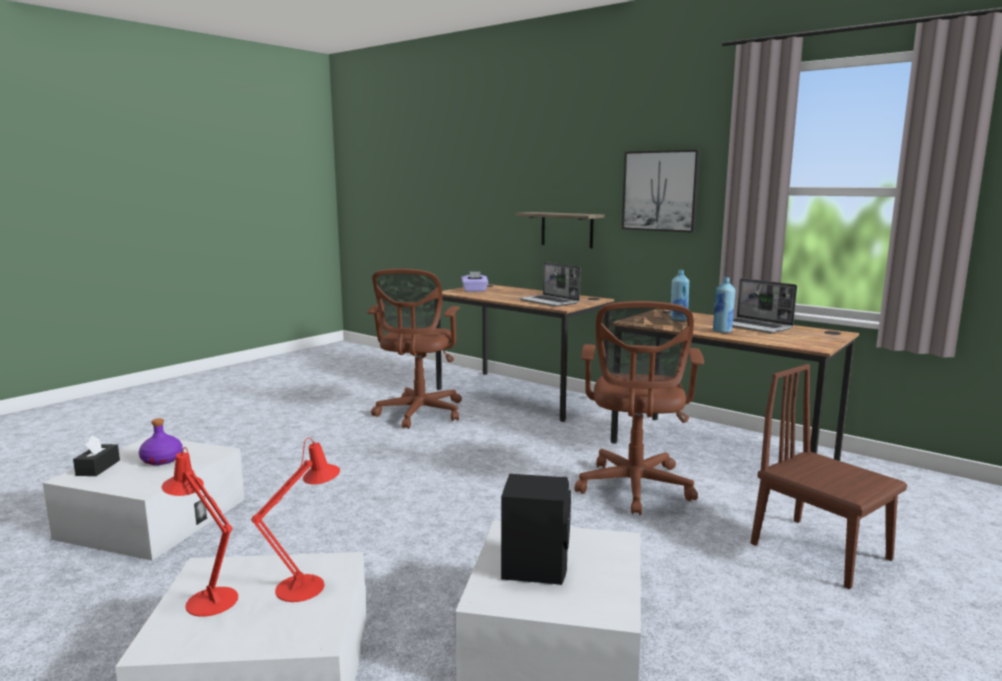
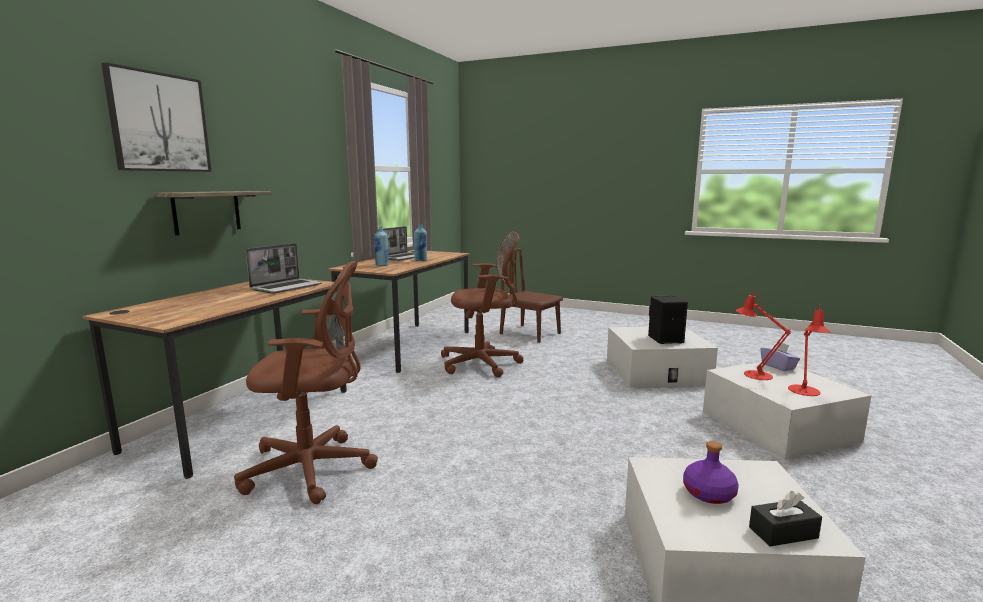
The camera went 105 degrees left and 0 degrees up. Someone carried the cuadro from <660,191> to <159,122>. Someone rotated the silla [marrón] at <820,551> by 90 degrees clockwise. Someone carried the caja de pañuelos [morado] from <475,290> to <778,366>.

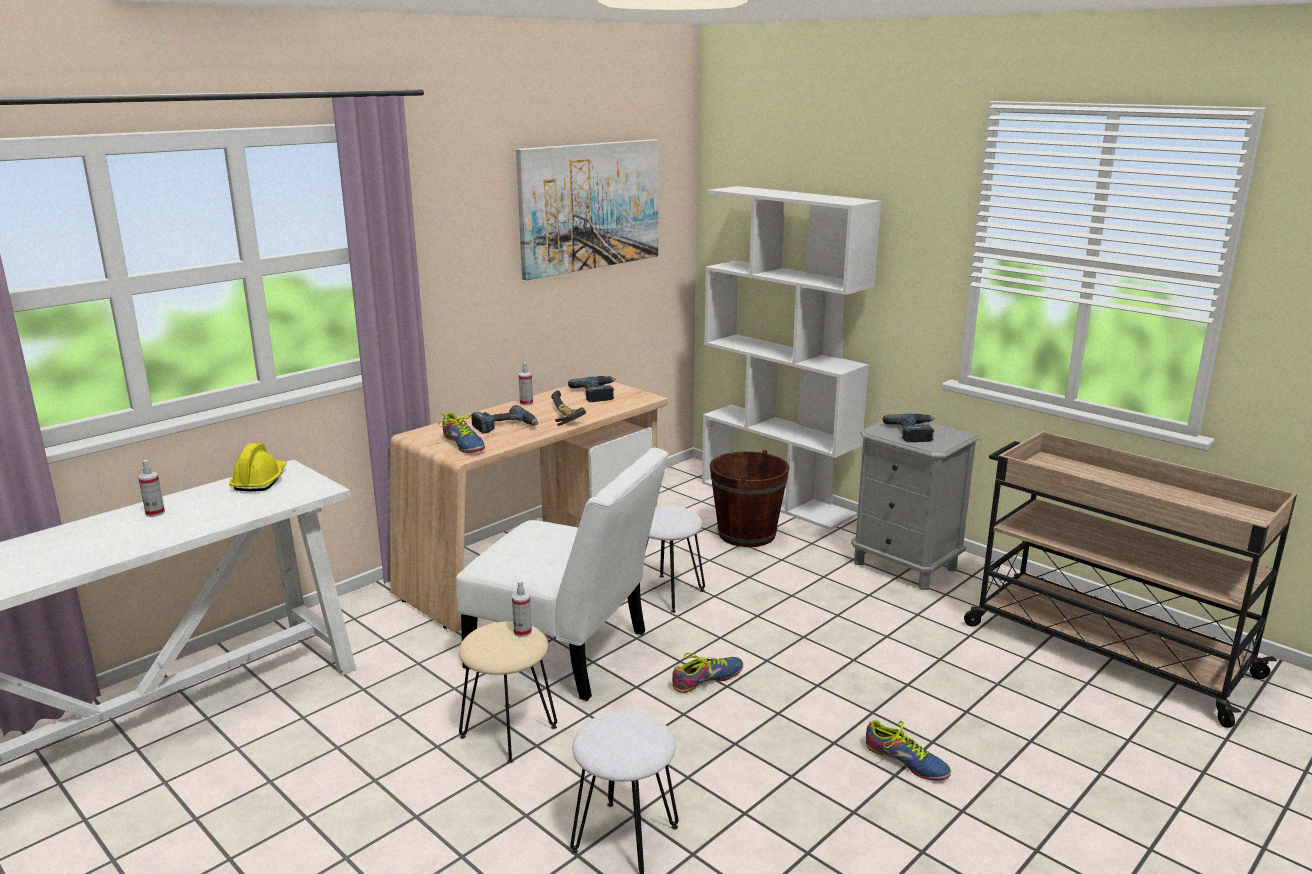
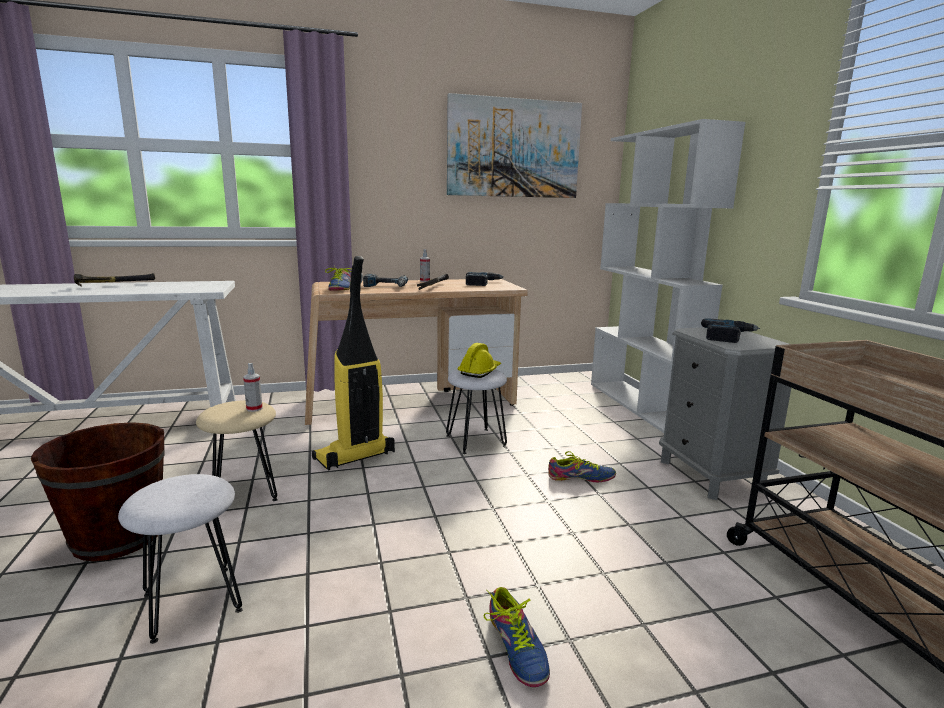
The camera went 30 degrees right and 5 degrees down. Someone carried the cubo [marrón] from <746,534> to <117,537>. Someone swapped the pulverizador at <155,513> for the martillo at <113,285>. Someone swapped the silla [blanco] at <566,653> for the aspiradora at <354,457>. Someone carried the casco [amarillo] from <260,481> to <479,371>. Someone carried the zapato from <707,679> to <580,477>.

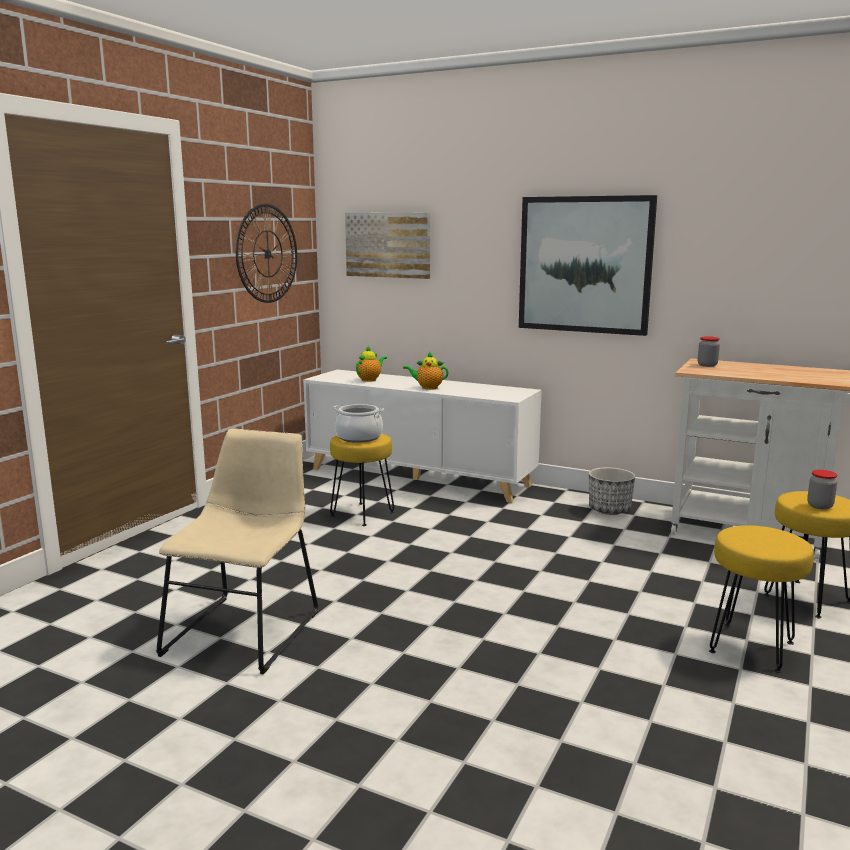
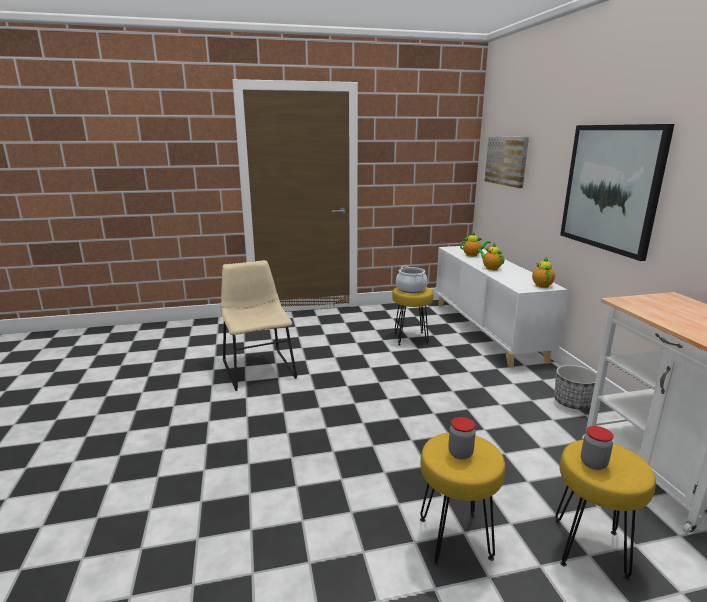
The camera went 50 degrees right and 5 degrees up. Someone rotated the silla [beis] at <246,629> by 90 degrees counterclockwise. Someone carried the tarro from <707,365> to <460,453>. Someone put down the tetera at <541,285>. Someone took away the reloj de pared at <267,254>.

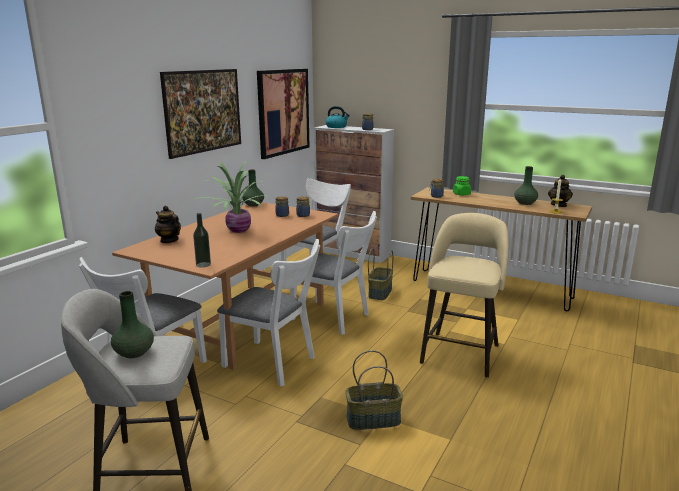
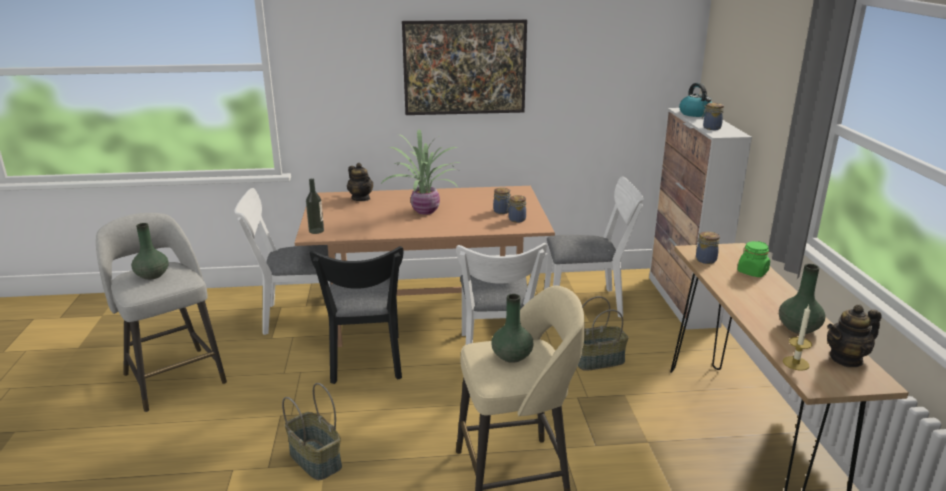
The camera went 55 degrees right and 5 degrees up. Someone repainted the silla [blanco] at <274,364>, which became the silla [negro] at <366,362>. Someone rotated the tetera at <169,240> by 135 degrees clockwise. Someone carried the florero [verde] from <253,204> to <512,356>. Someone took away the cuadro at <283,112>.

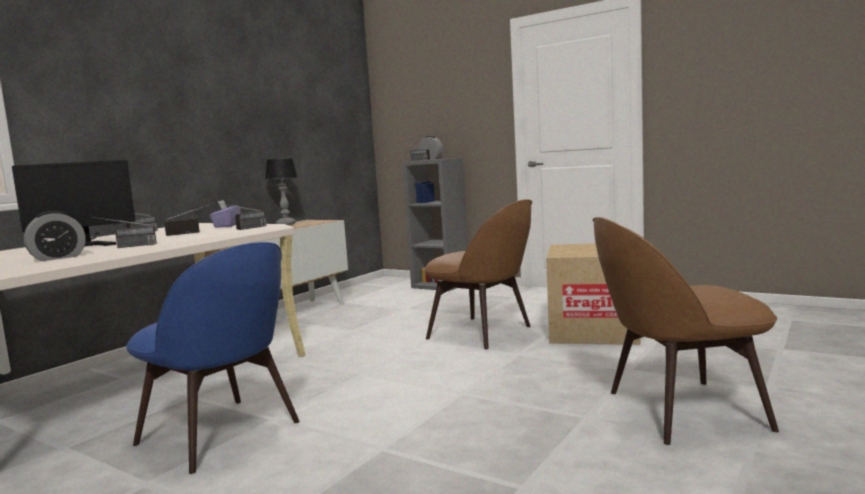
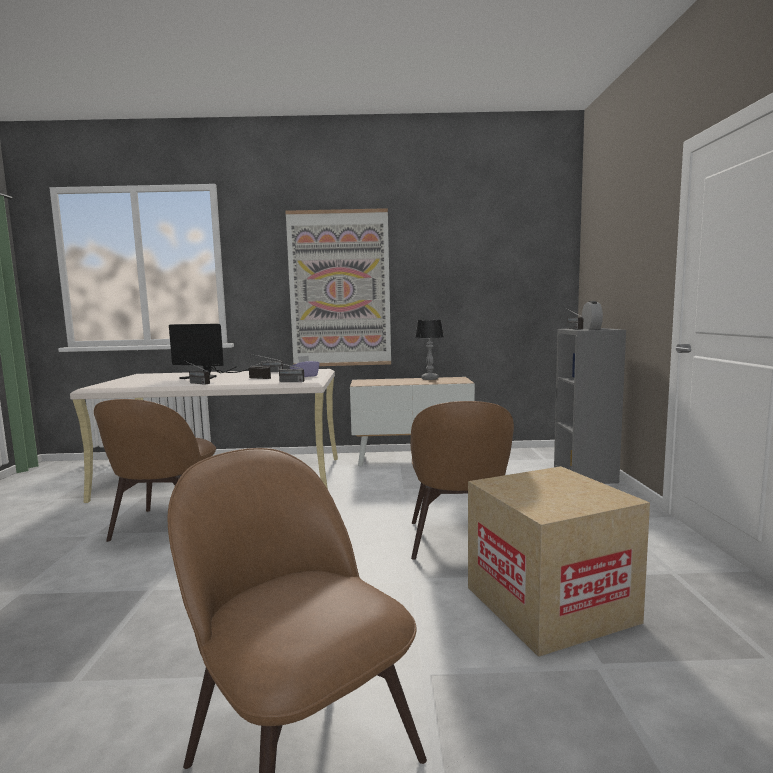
The camera went 55 degrees right and 0 degrees up. Someone repainted the silla [azul] at <222,434>, which became the silla [marrón] at <166,527>. Someone put up the cuadro at <339,289>. Someone took away the despertador at <58,258>.

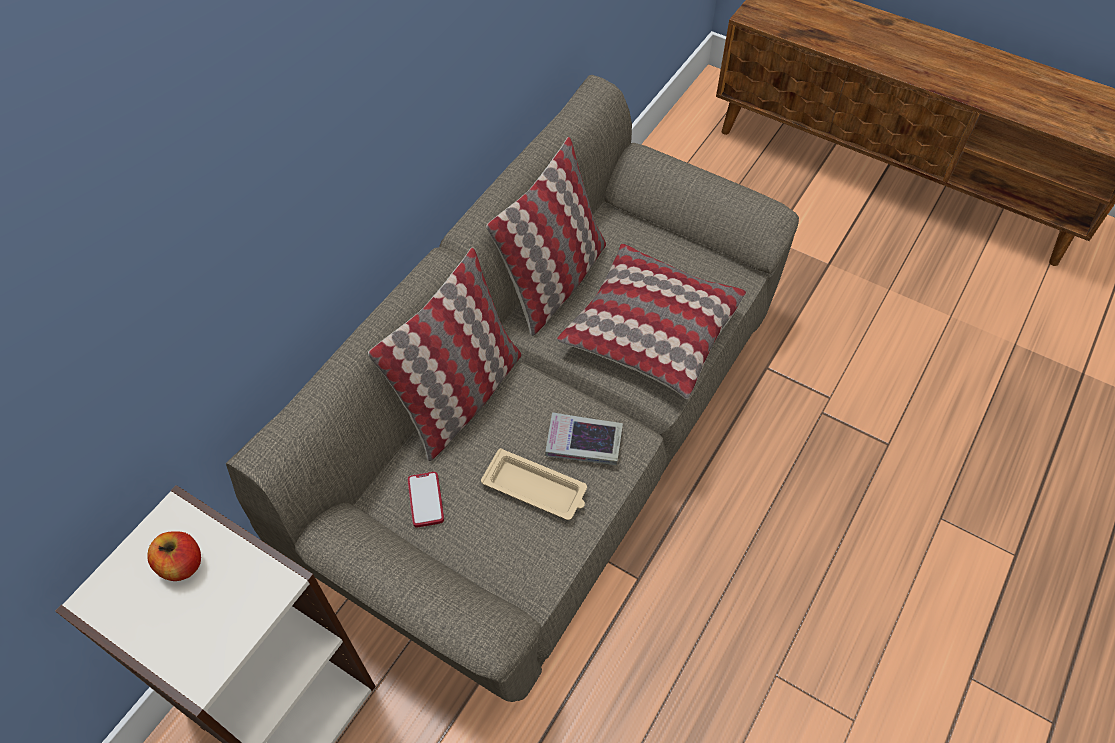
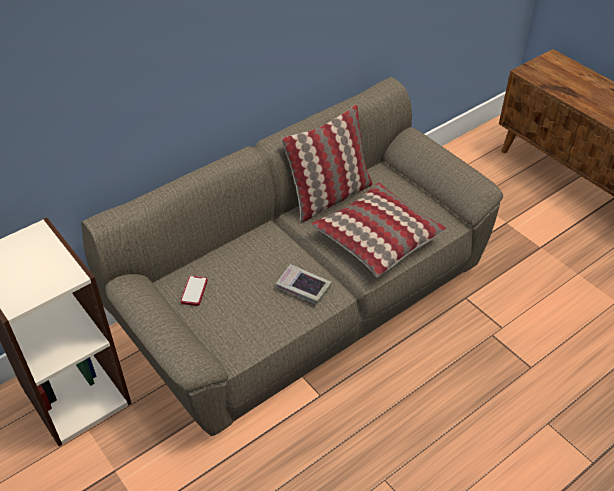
The camera went 20 degrees right and 10 degrees down. Someone took away the manzana at <182,564>. Someone took away the cojín at <460,397>. Someone took away the bandeja [beis] at <536,489>.

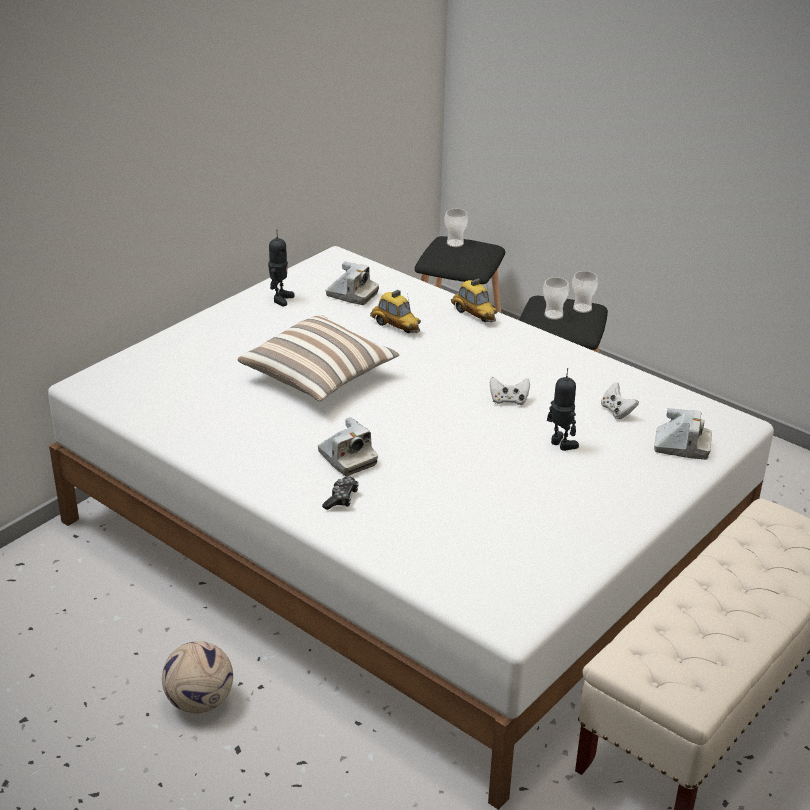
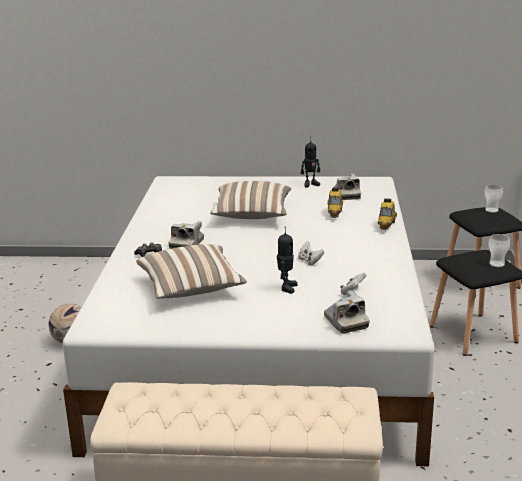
The camera went 55 degrees right and 10 degrees down. Someone put down the cojín at <191,288>. Someone took away the taza at <553,315>.

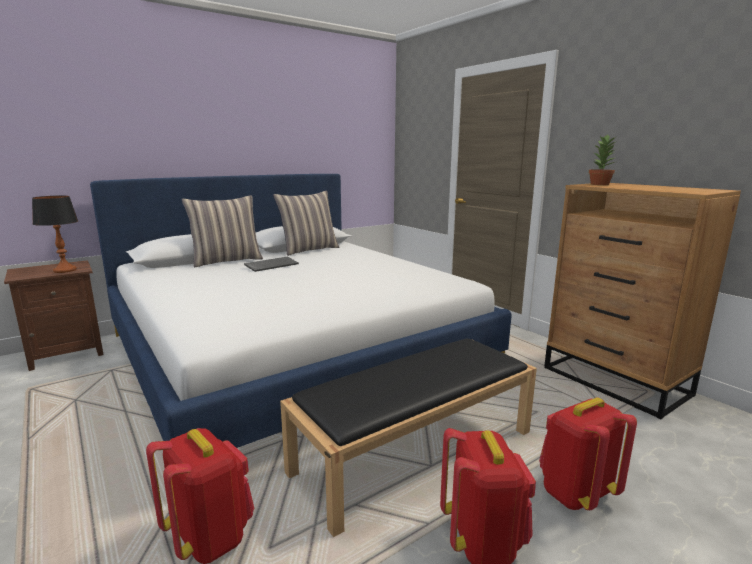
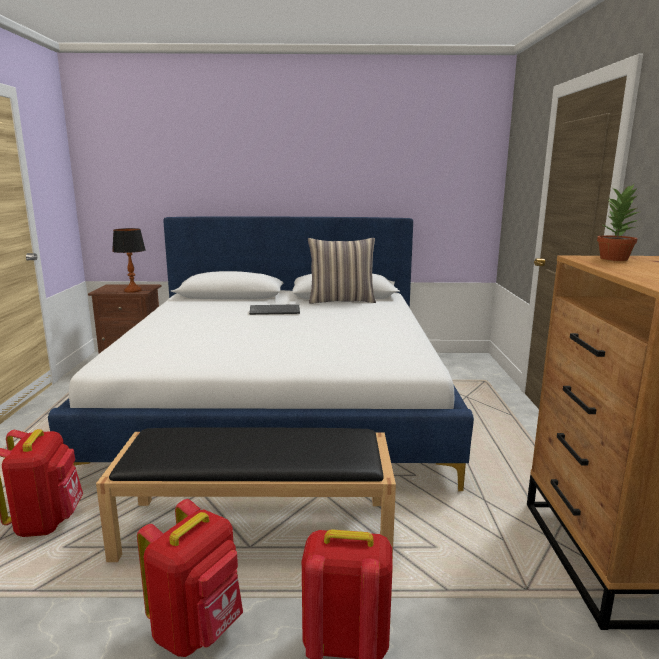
The camera went 35 degrees right and 0 degrees up. Someone took away the cojín at <227,261>.

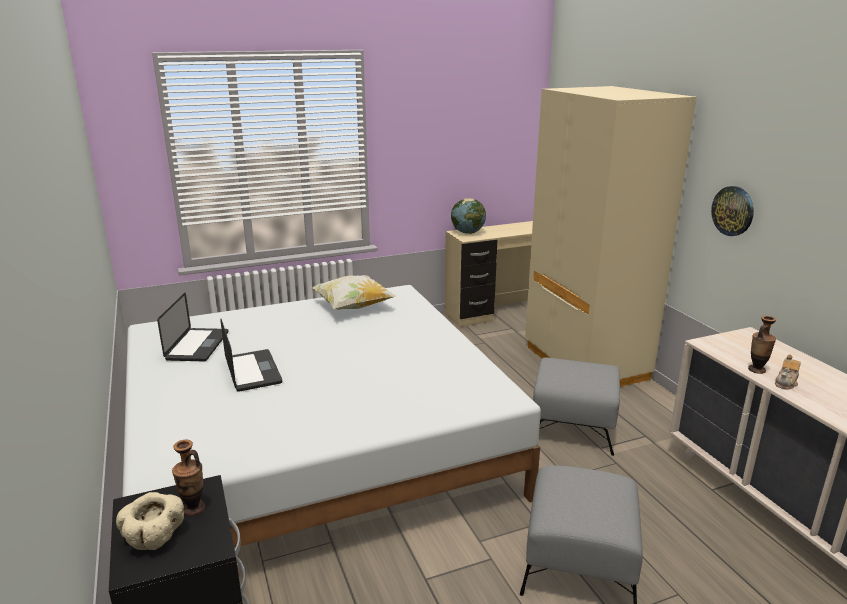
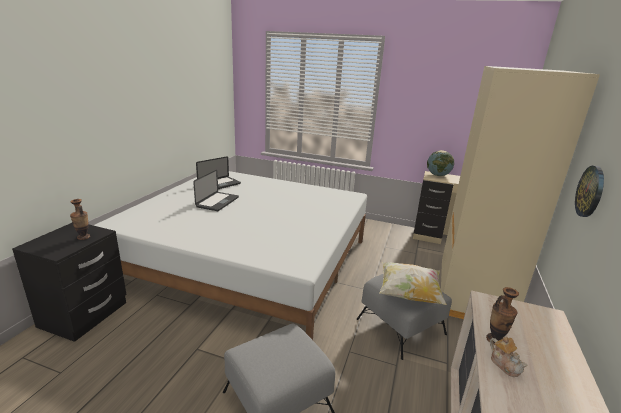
The camera went 40 degrees right and 0 degrees up. Someone carried the cojín from <353,307> to <409,294>. Someone rotated the tetera at <786,383> by 105 degrees counterclockwise. Someone took away the cuenco [beis] at <155,539>.

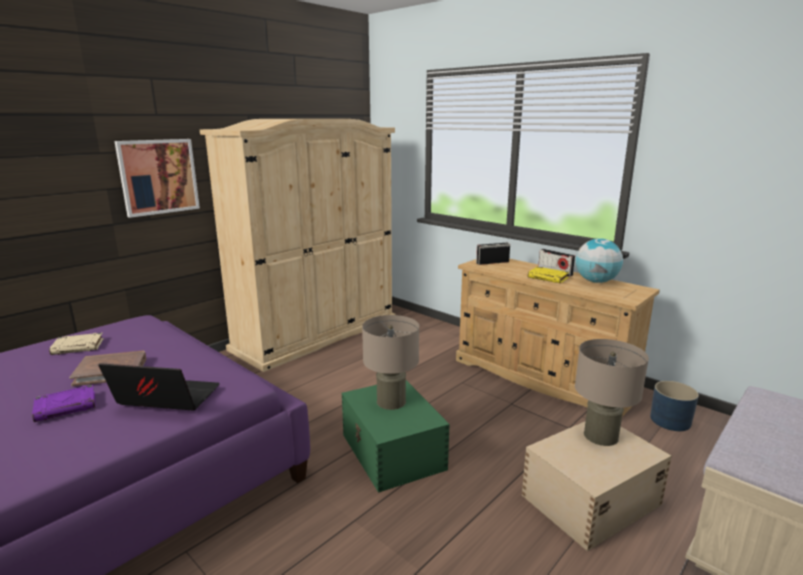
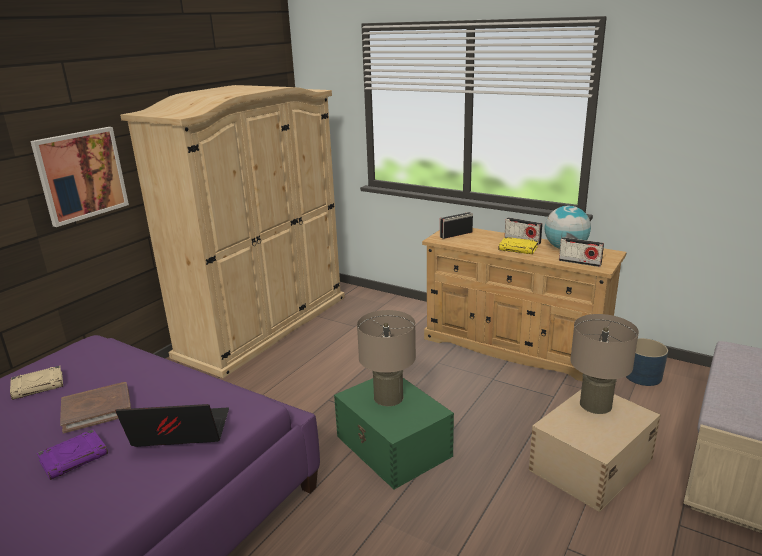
The camera went 10 degrees left and 5 degrees up. Someone put down the radio at <579,262>.

